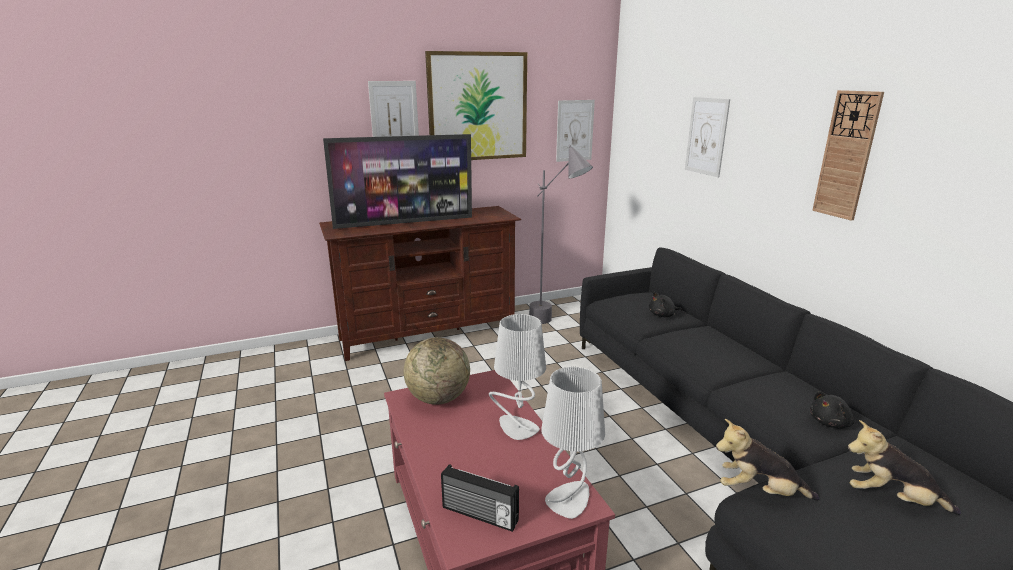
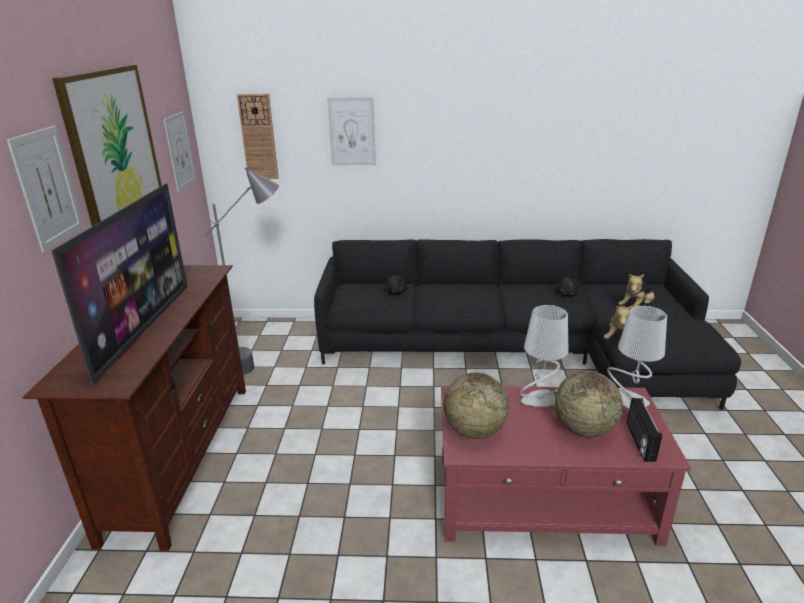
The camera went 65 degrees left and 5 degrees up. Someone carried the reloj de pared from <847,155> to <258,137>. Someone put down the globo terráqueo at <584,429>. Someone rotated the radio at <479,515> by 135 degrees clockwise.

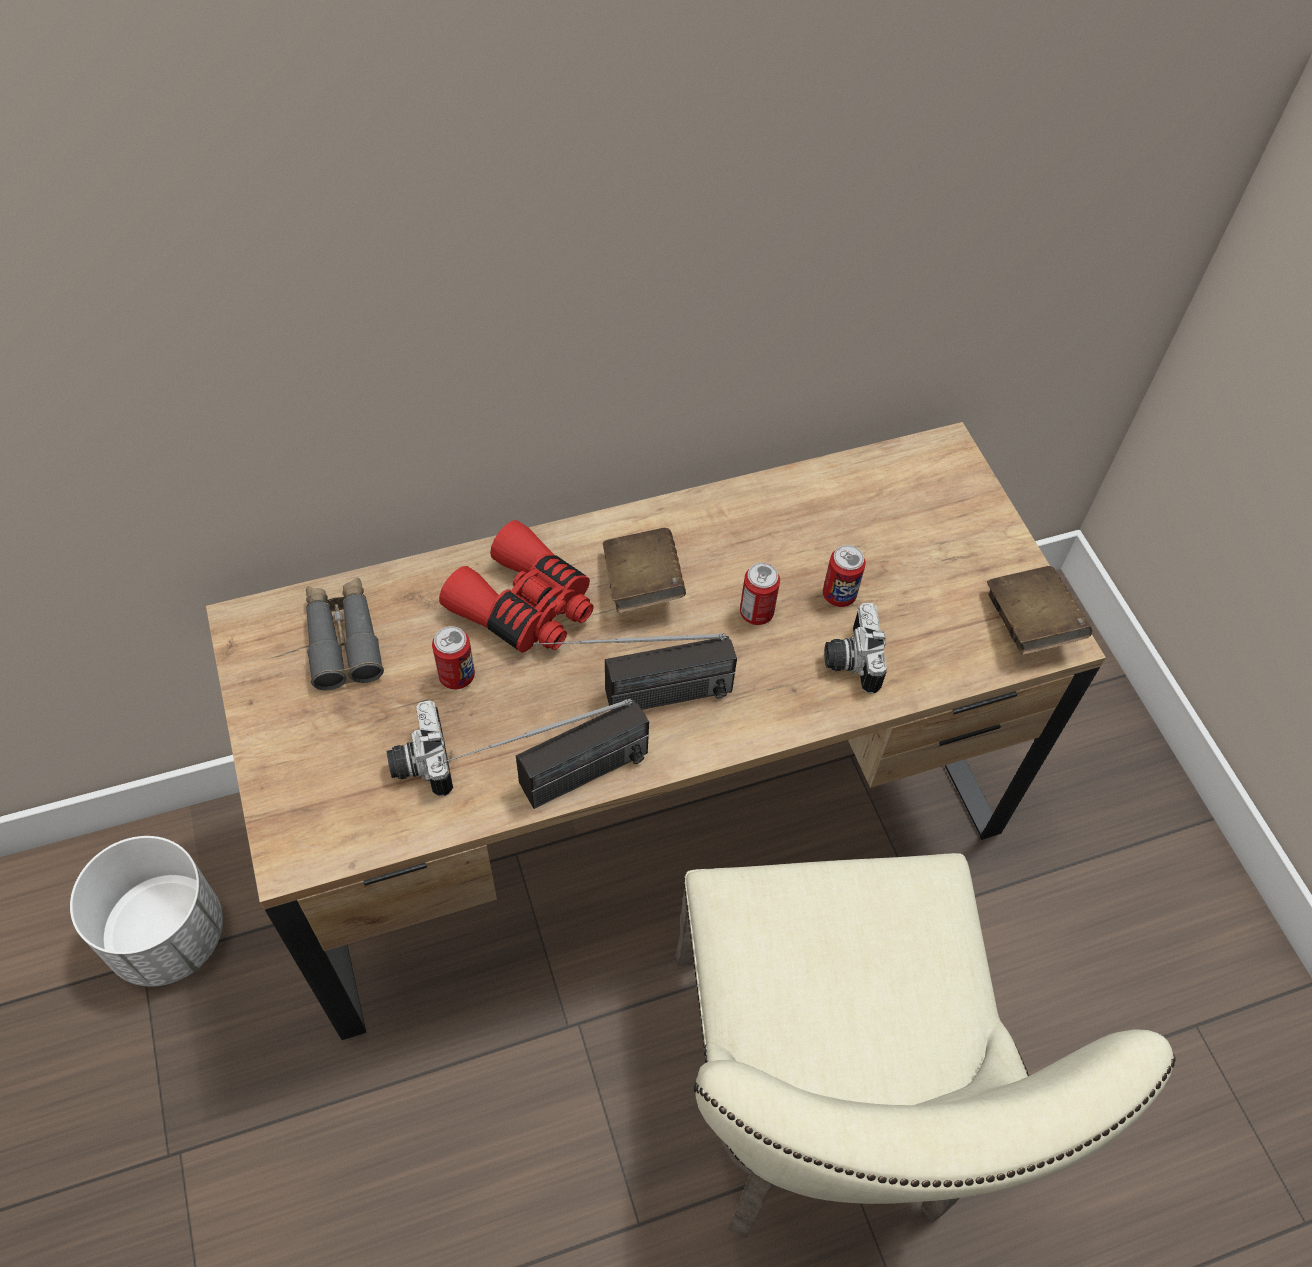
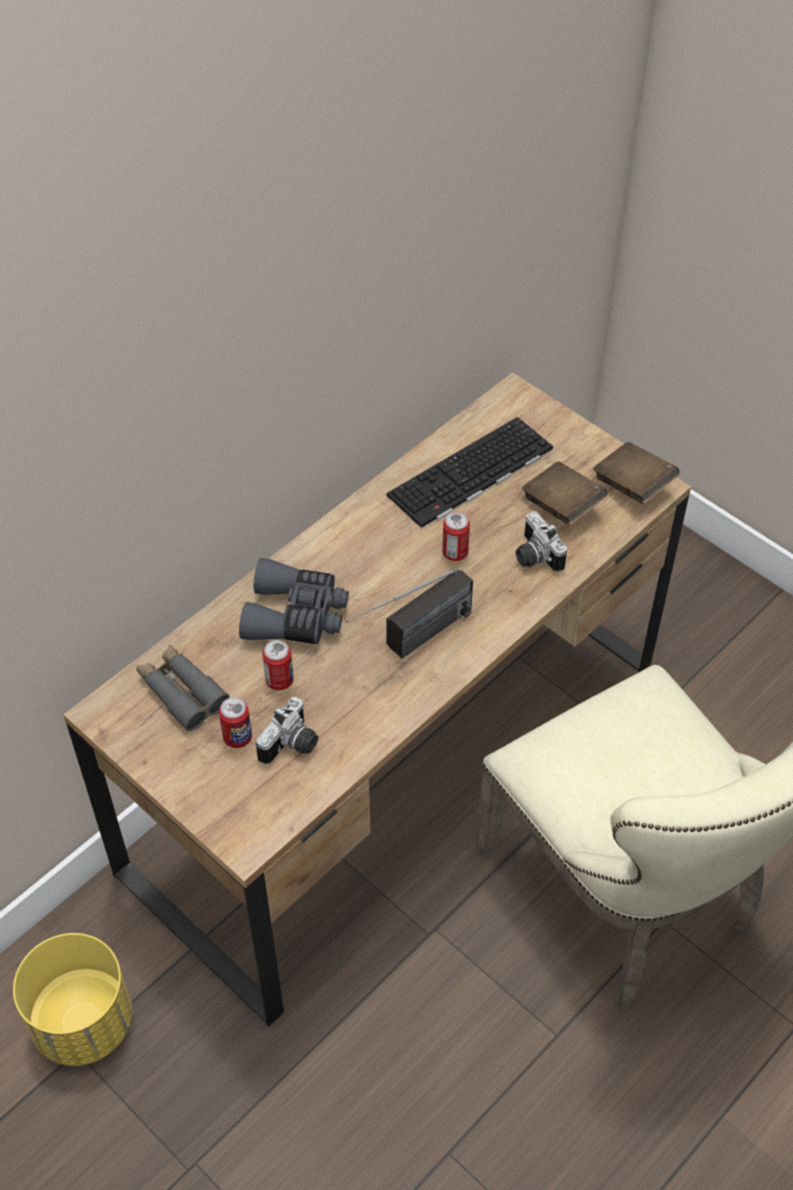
The camera went 25 degrees left and 5 degrees down. Someone repainted the maceta [blanco] at <167,936>, which became the maceta [amarillo] at <83,1023>. Someone carried the lata from <839,595> to <237,737>. Someone repainted the prismáticos [rojo] at <525,606>, which became the prismáticos [gris] at <296,615>. Someone rotated the cámara at <419,762> by 105 degrees counterclockwise. Someone put down the teclado at <470,474>. Someone carried the libro [marrón] from <642,585> to <562,506>. Someone took away the radio at <554,786>.

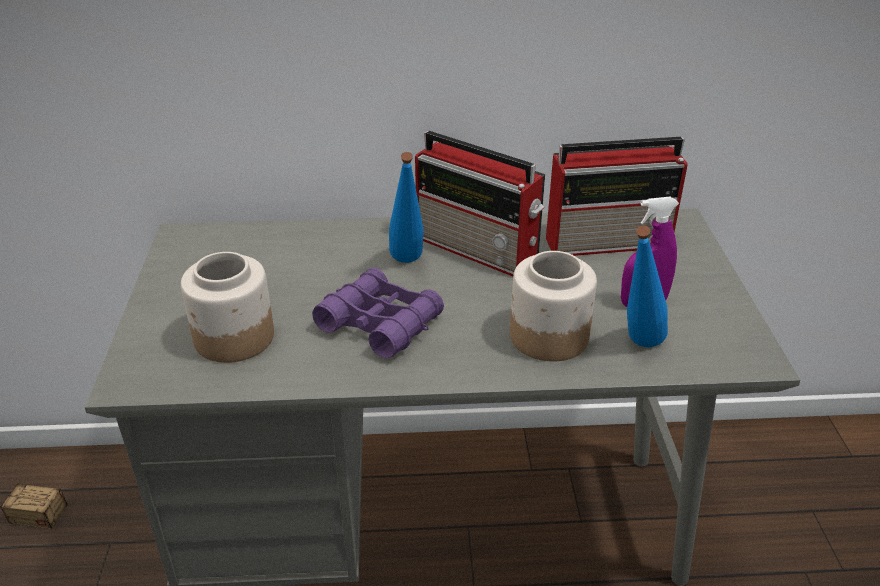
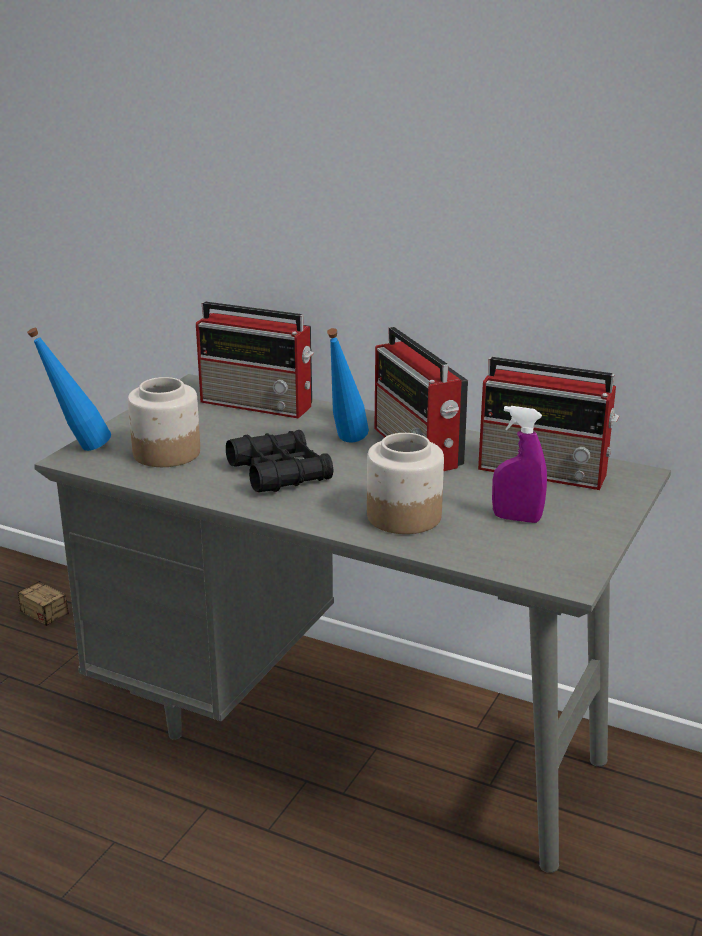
The camera went 30 degrees right and 10 degrees down. Someone carried the botella [azul] from <636,348> to <77,449>. Someone put down the radio at <259,404>. Someone repainted the prismáticos [morado] at <380,323>, which became the prismáticos [negro] at <280,473>.

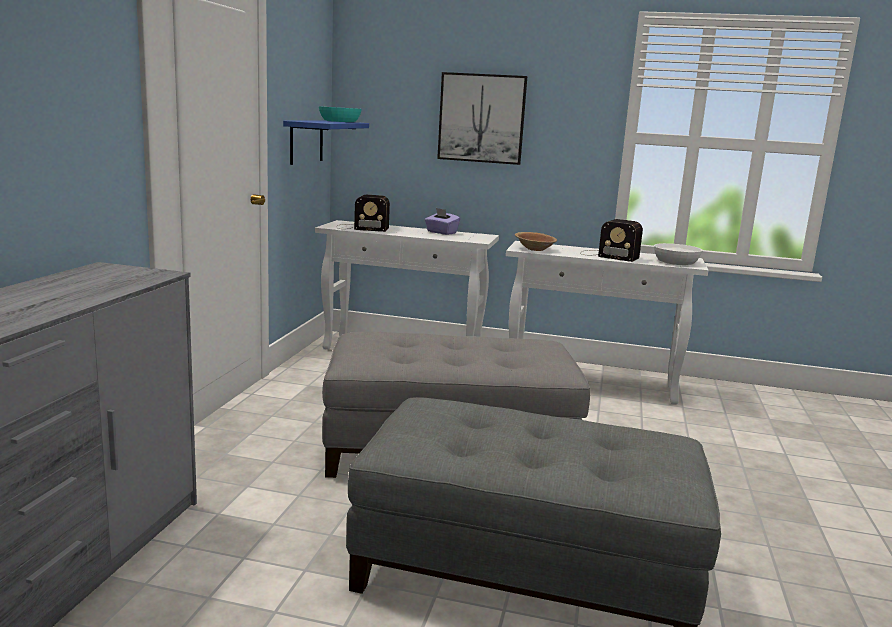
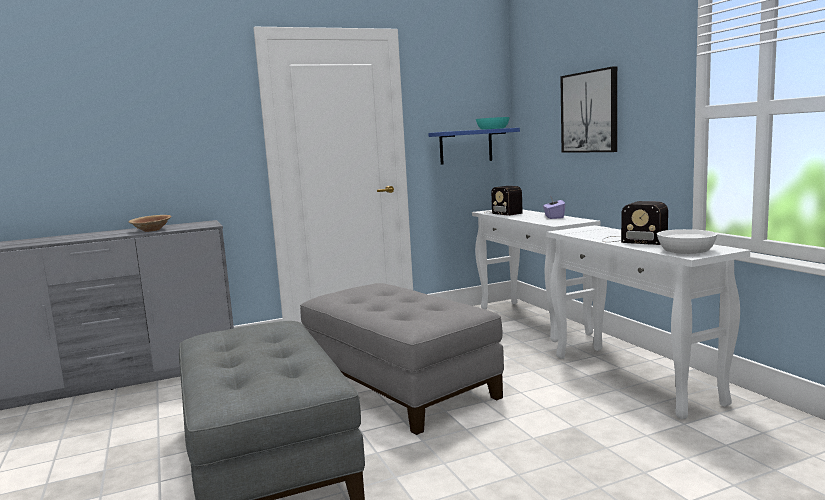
The camera went 55 degrees right and 5 degrees down. Someone carried the cuenco [marrón] from <534,249> to <151,230>. Someone rotated the radio at <606,255> by 45 degrees counterclockwise.

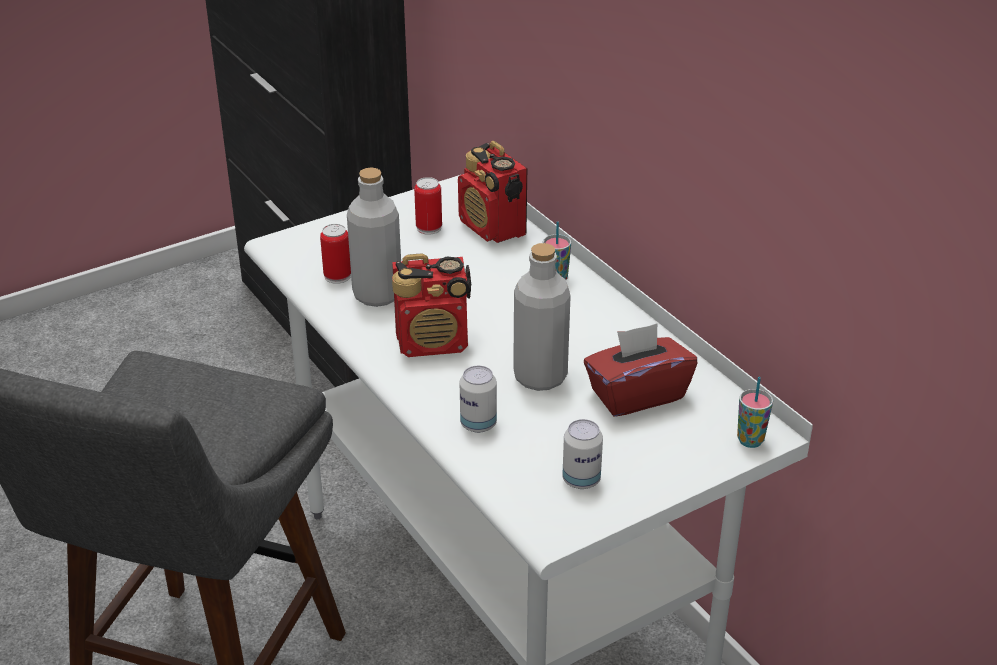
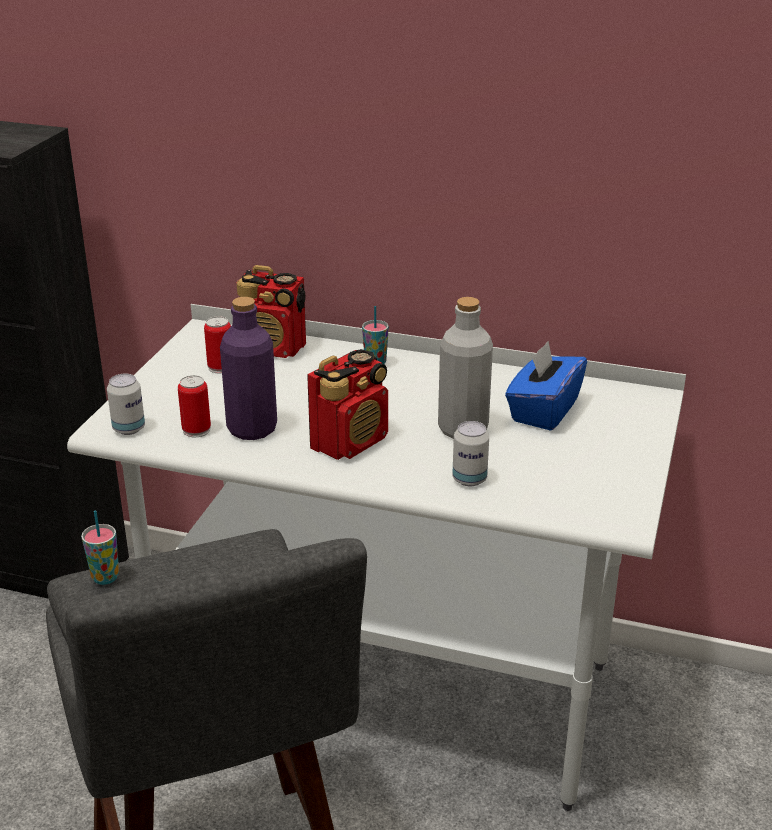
The camera went 40 degrees left and 5 degrees down. Someone carried the taza from <750,440> to <105,577>. Someone carried the lata from <581,480> to <129,429>. Someone repainted the botella [gris] at <377,294>, which became the botella [morado] at <252,429>. Someone repainted the caja de pañuelos [rojo] at <637,395>, which became the caja de pañuelos [azul] at <543,411>.

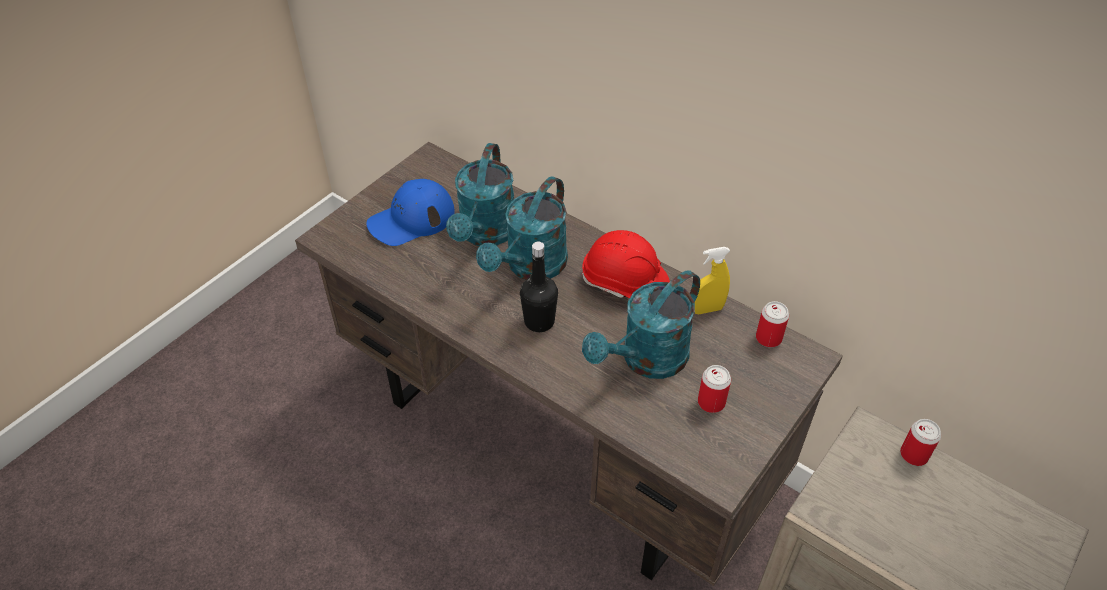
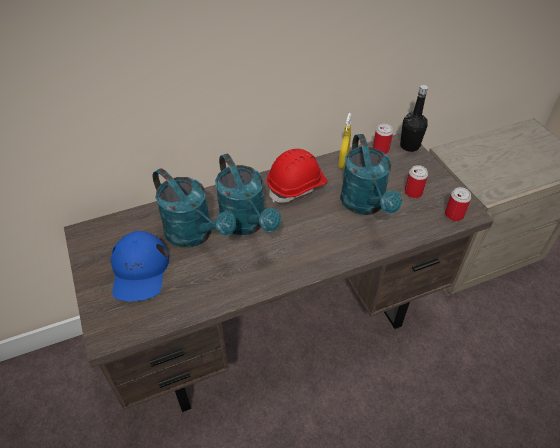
The camera went 60 degrees left and 0 degrees up. Someone carried the botella [negro] from <539,321> to <409,146>. Someone carried the lata from <914,455> to <454,215>.

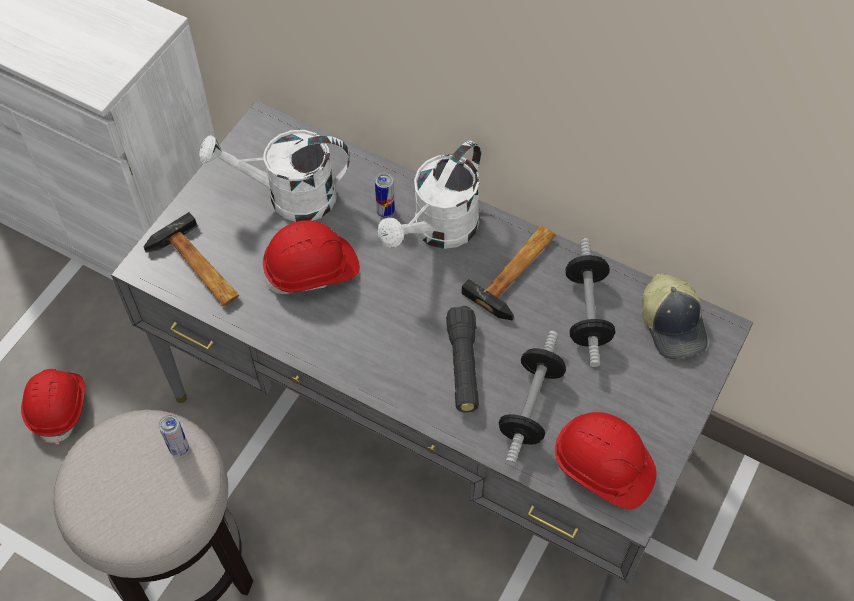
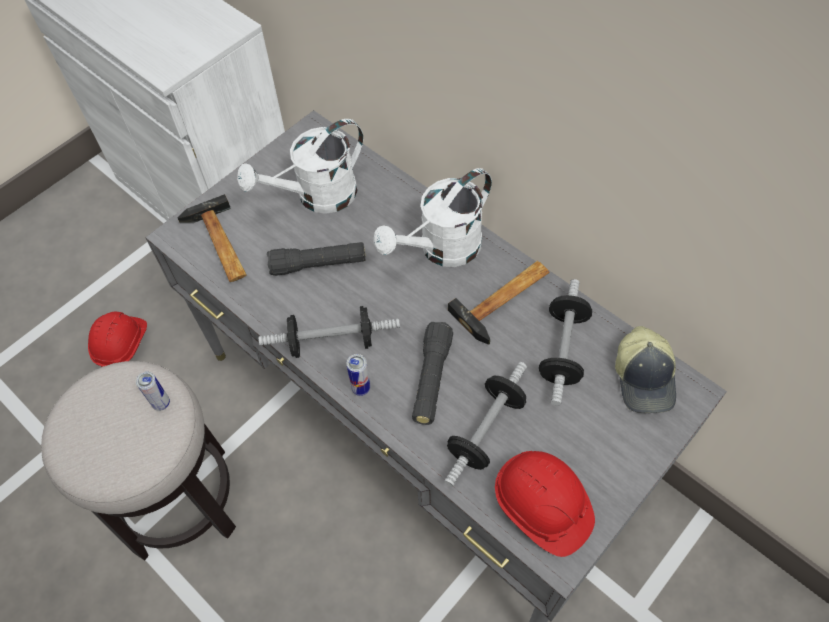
The camera went 15 degrees right and 0 degrees up. Someone rotated the regadera [blanco] at <289,197> by 45 degrees counterclockwise. Someone put down the mancuerna at <332,342>. Someone swapped the casco [rojo] at <312,270> for the linterna [negro] at <318,265>. Someone carried the lata from <385,212> to <361,388>.

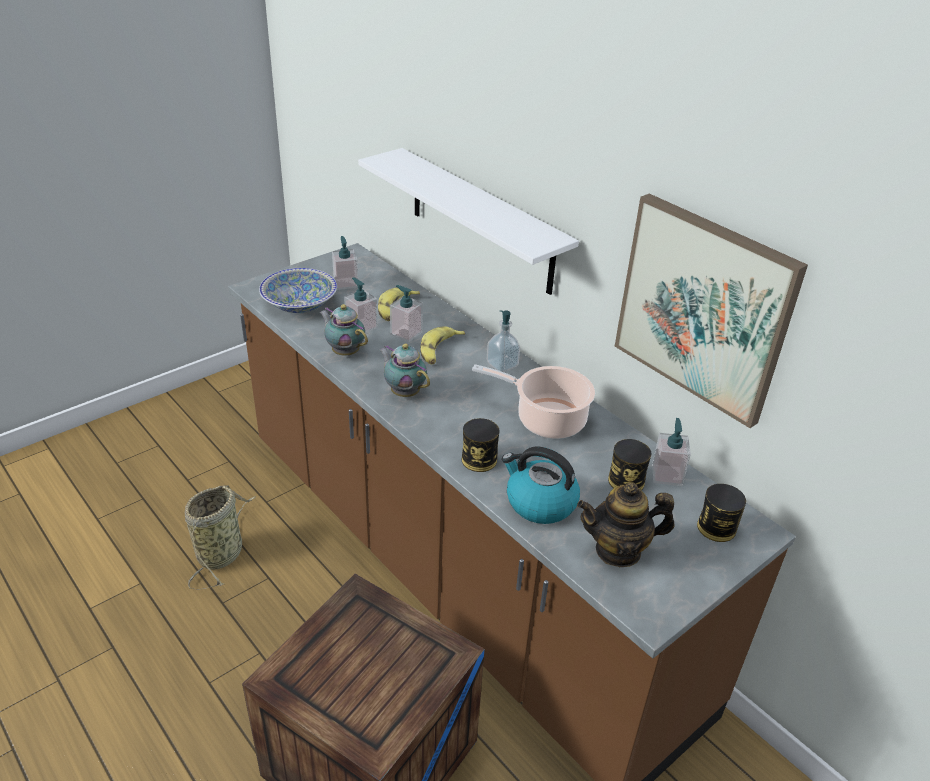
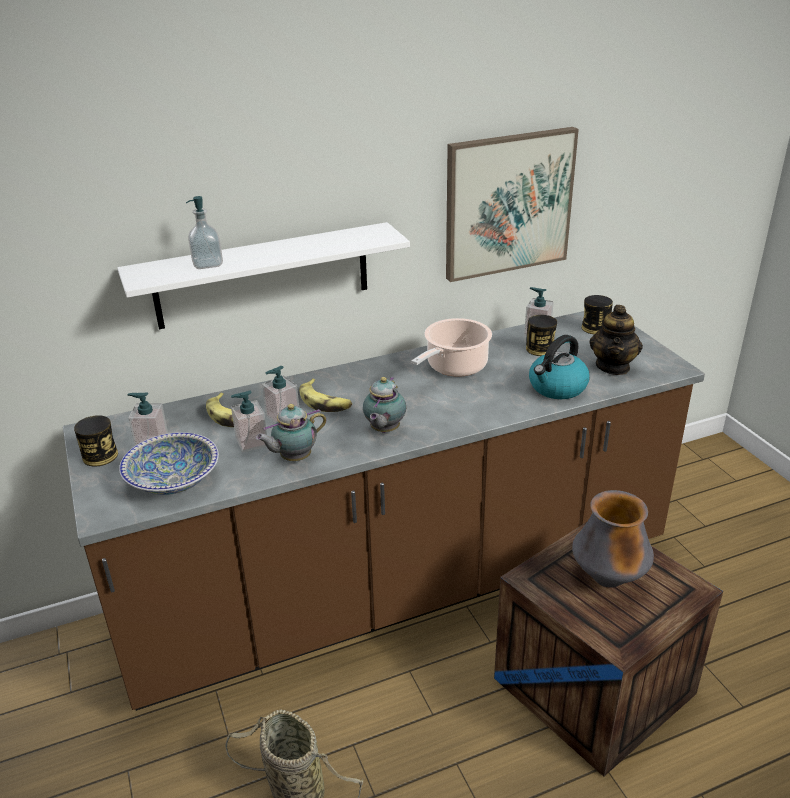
The camera went 70 degrees left and 5 degrees down. Someone carried the lata from <479,459> to <100,456>. Someone carried the dispensador de jabón from <502,365> to <207,264>. Someone rotated the tetera at <404,392> by 45 degrees counterclockwise. Someone put down the florero at <608,579>.

